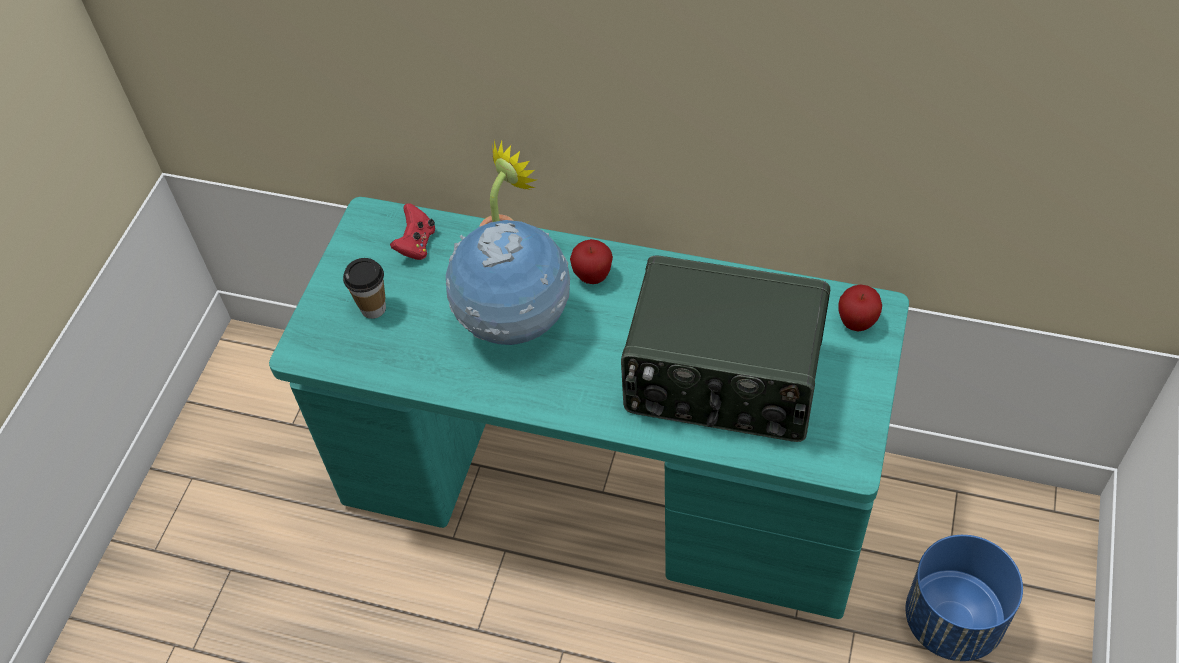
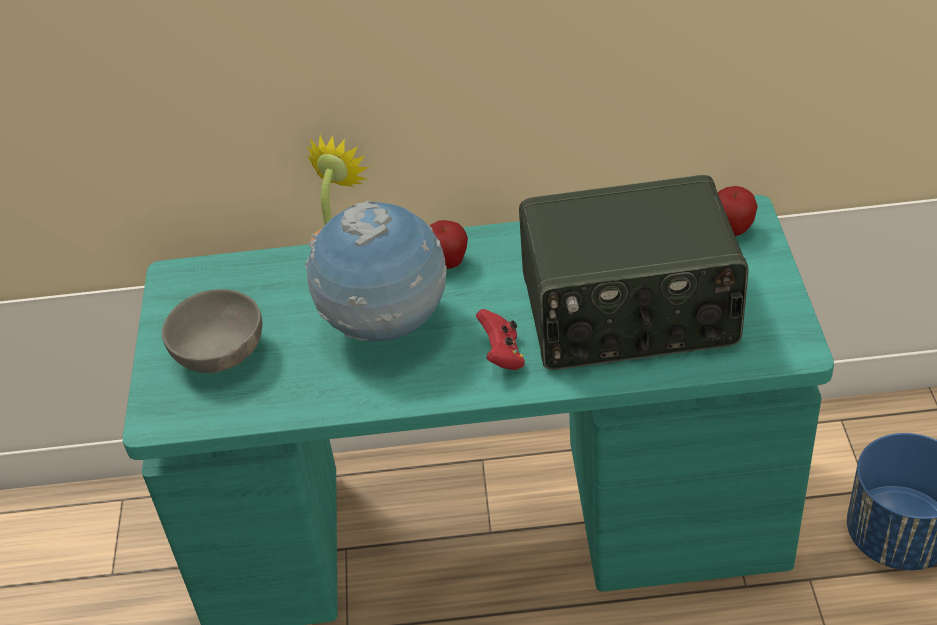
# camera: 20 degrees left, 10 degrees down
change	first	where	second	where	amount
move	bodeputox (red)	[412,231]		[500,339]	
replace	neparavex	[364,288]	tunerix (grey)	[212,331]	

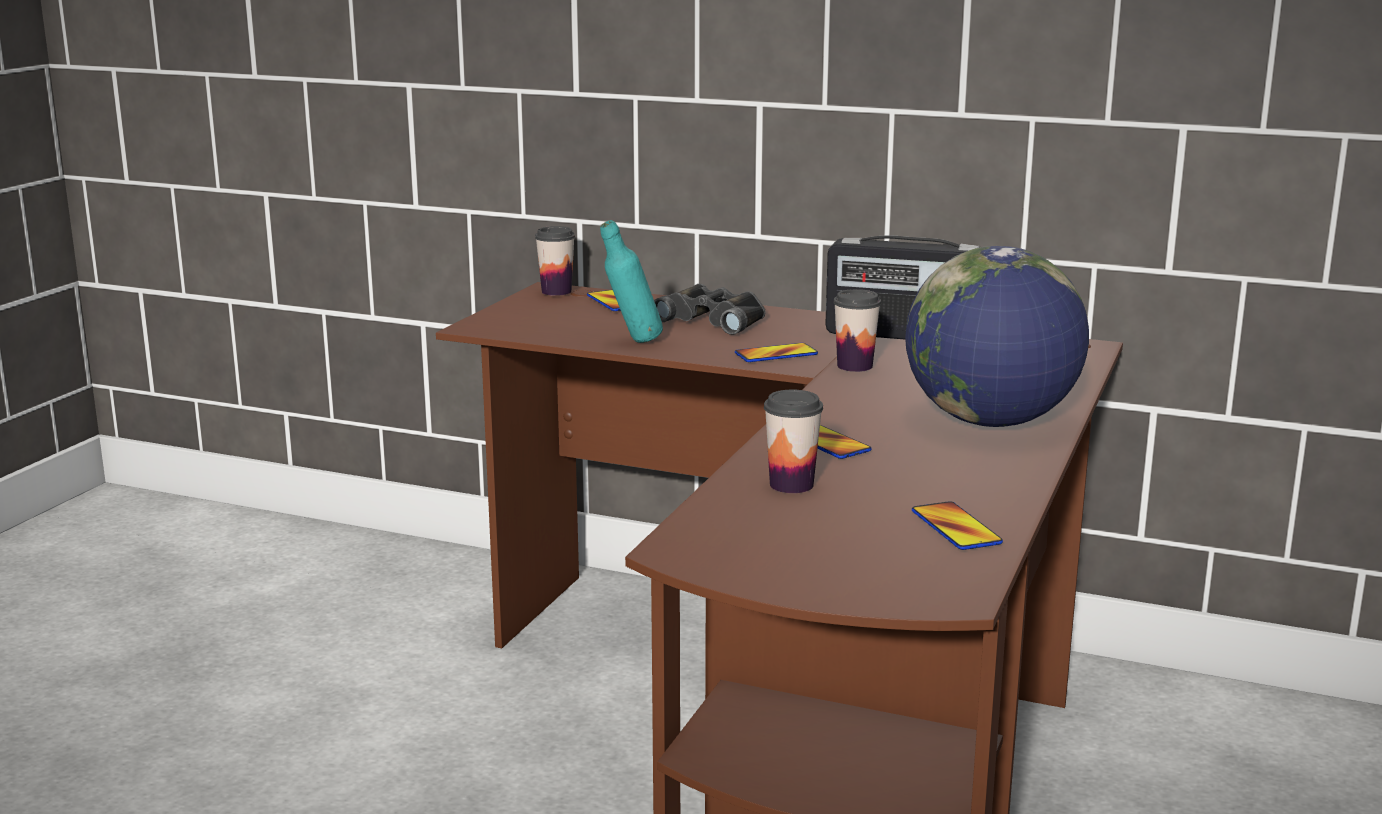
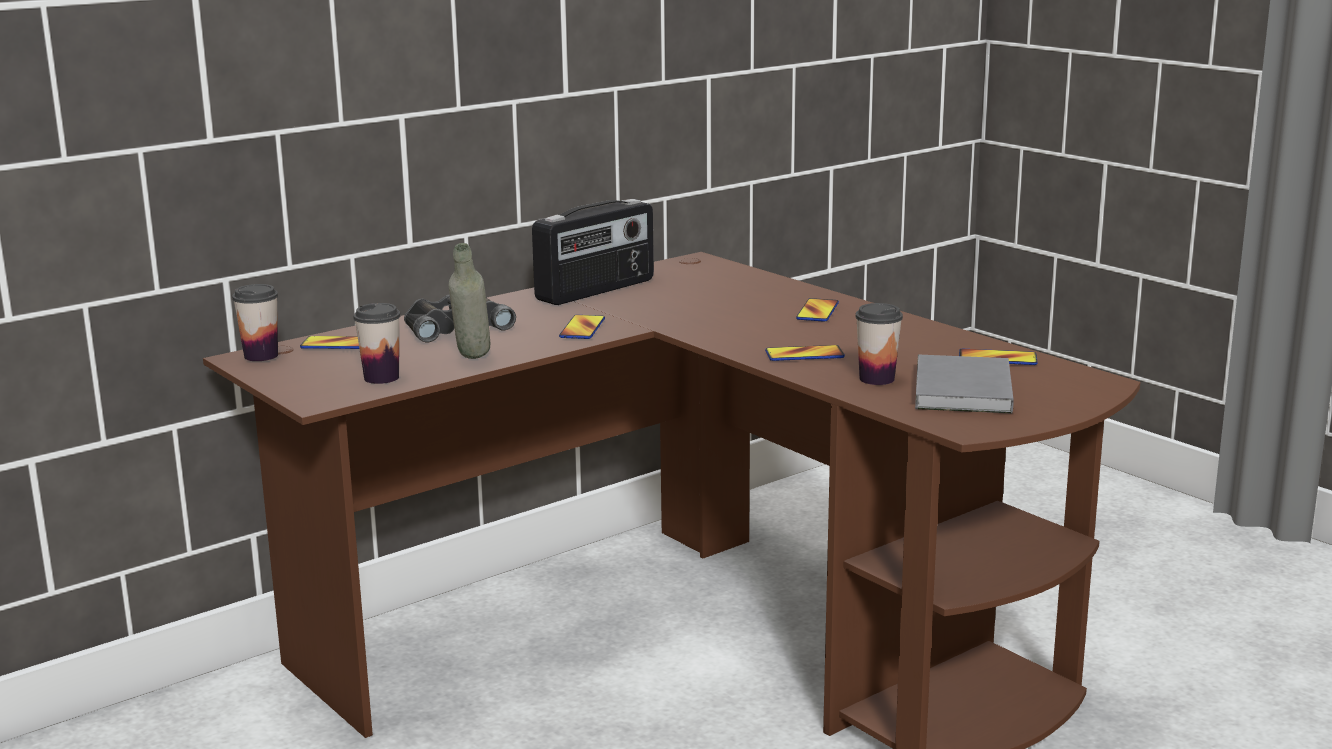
# camera: 60 degrees left, 0 degrees up
change	first	where	second	where	amount
insert			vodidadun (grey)	[964,384]	
move	neparavex	[857,330]		[377,343]	
replace	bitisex	[997,336]	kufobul	[817,310]	
recolor	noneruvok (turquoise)	[631,281]	noneruvok (grey)	[469,301]	

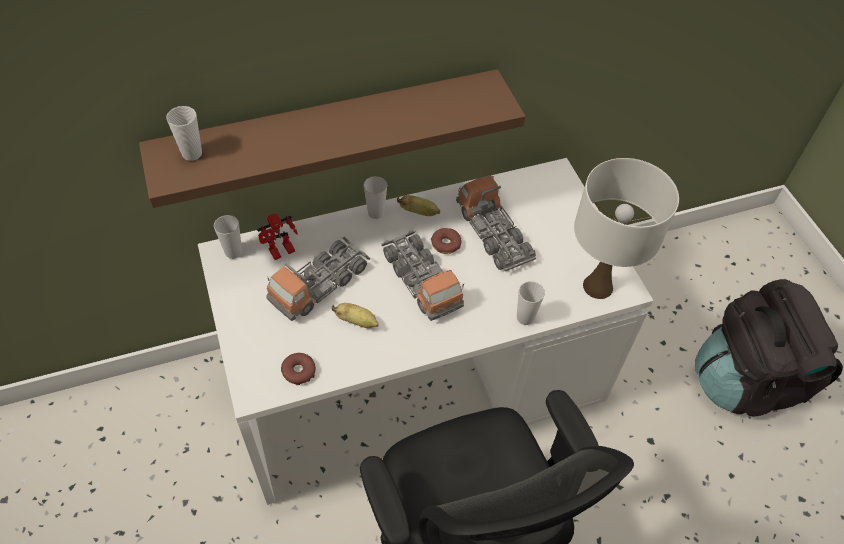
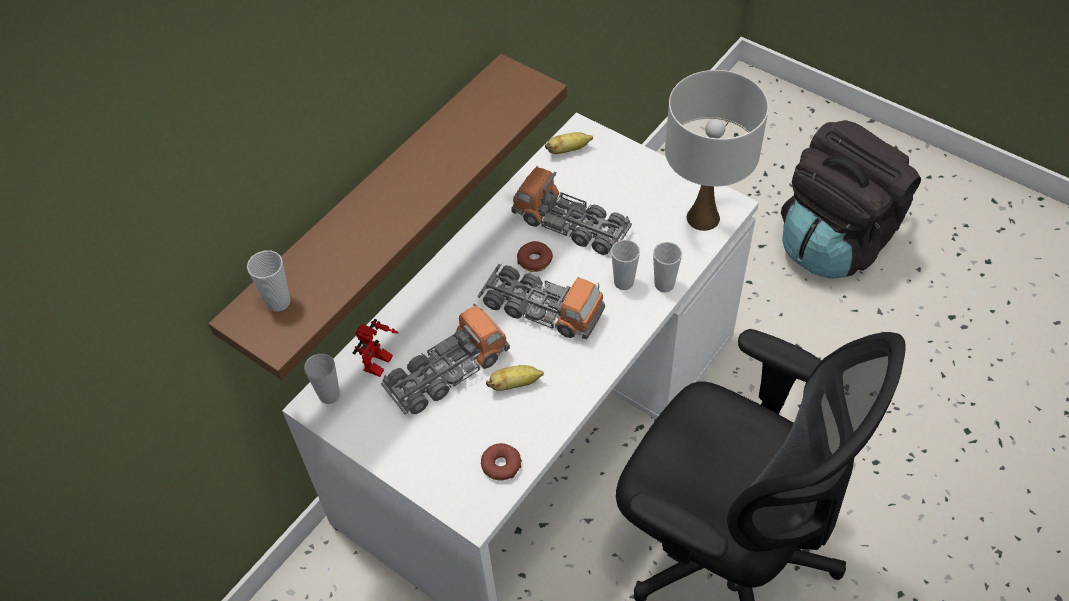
# camera: 30 degrees left, 0 degrees up
change	first	where	second	where	amount
move	neparavex	[375,197]		[625,265]	
move	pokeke	[418,205]		[569,143]	
rotate	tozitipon	[318,279]		[445,359]	135 degrees counterclockwise

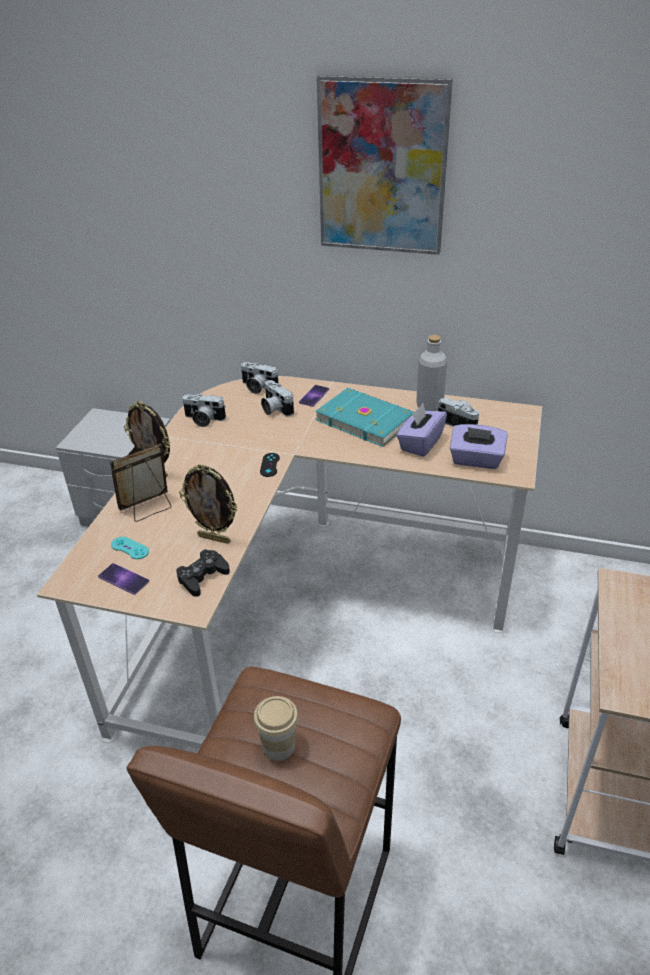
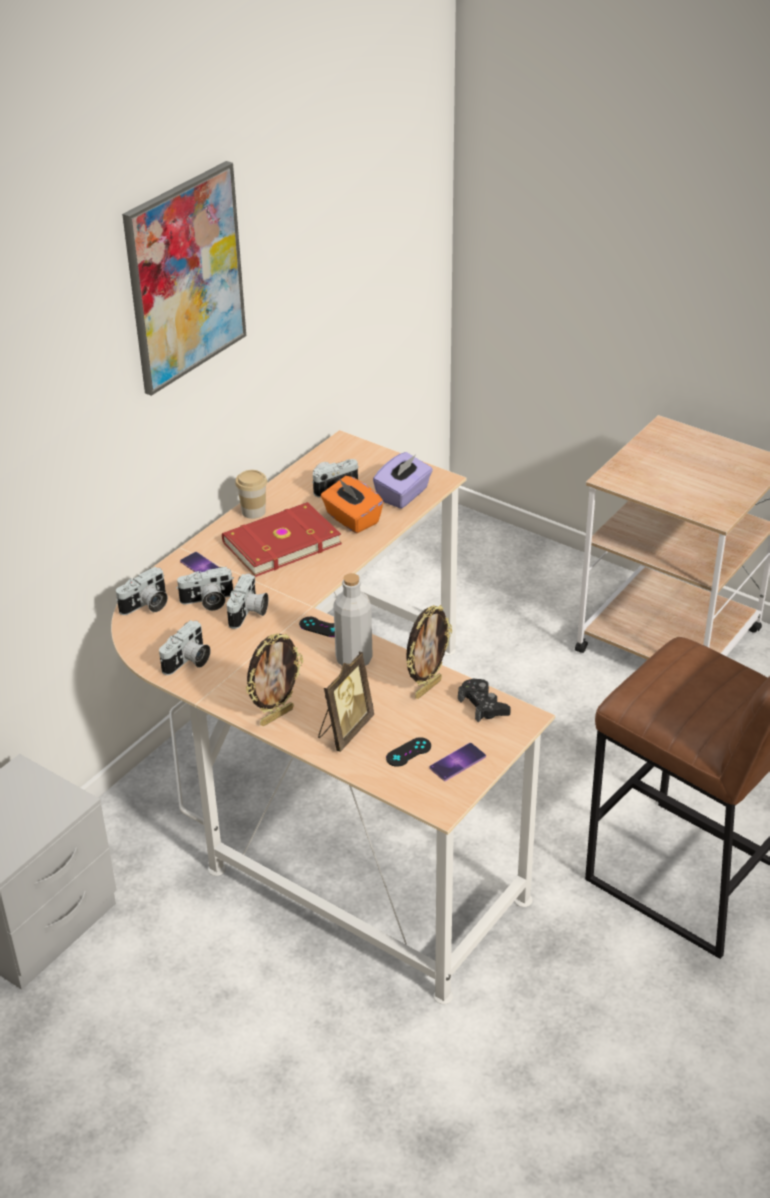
# camera: 70 degrees left, 0 degrees up
change	first	where	second	where	amount
insert			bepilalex	[247,601]	
move	neparavex	[275,728]		[251,494]	
move	noneruvok (grey)	[431,373]		[353,619]	
recolor	bodeputox (turquoise)	[130,548]	bodeputox (black)	[408,752]	
recolor	vodidadun (turquoise)	[364,417]	vodidadun (red)	[282,539]	
recolor	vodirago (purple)	[422,430]	vodirago (orange)	[352,504]	
rotate	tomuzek	[141,483]		[346,702]	135 degrees counterclockwise

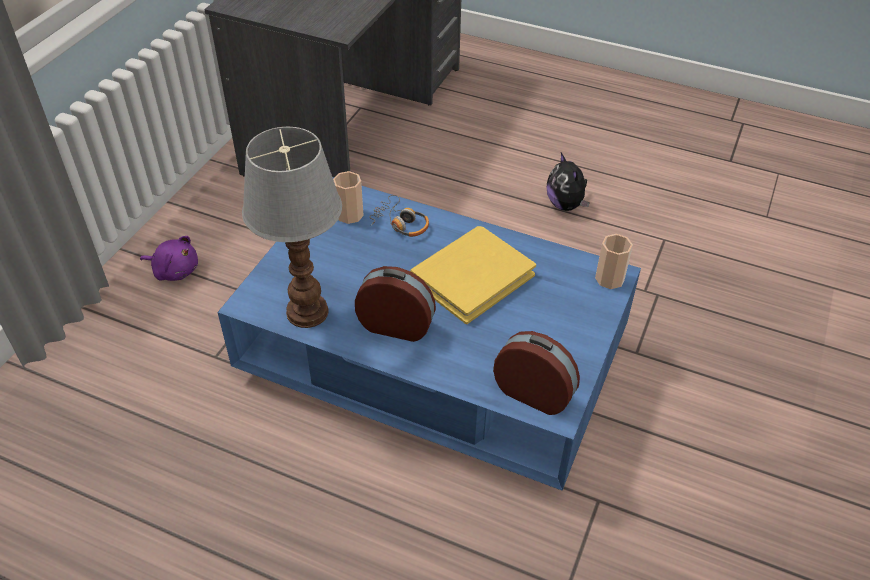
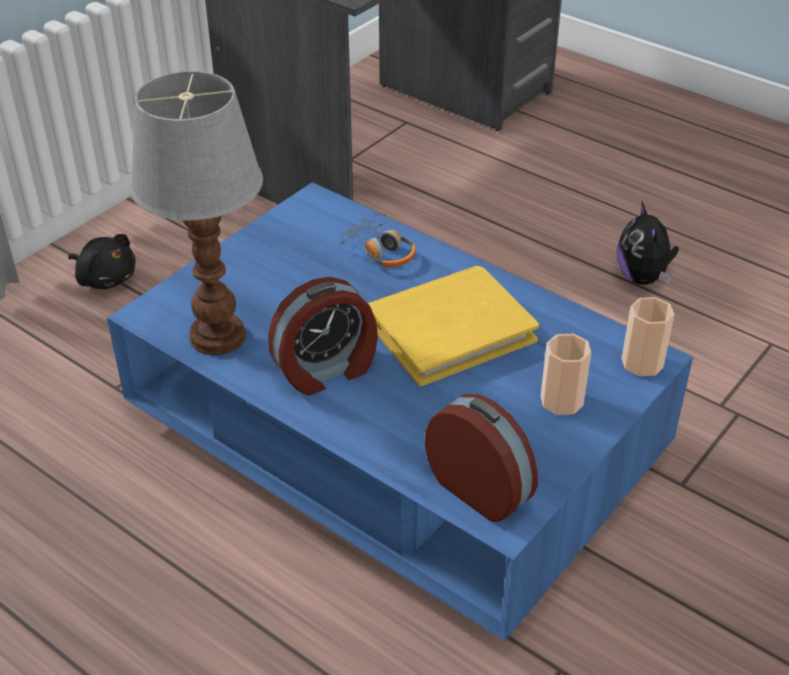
# camera: 15 degrees right, 5 degrees down
change	first	where	second	where	amount
move	neparavex	[348,197]		[566,374]	
recolor	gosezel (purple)	[169,258]	gosezel (black)	[101,261]	
rotate	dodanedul	[395,304]		[323,336]	120 degrees clockwise

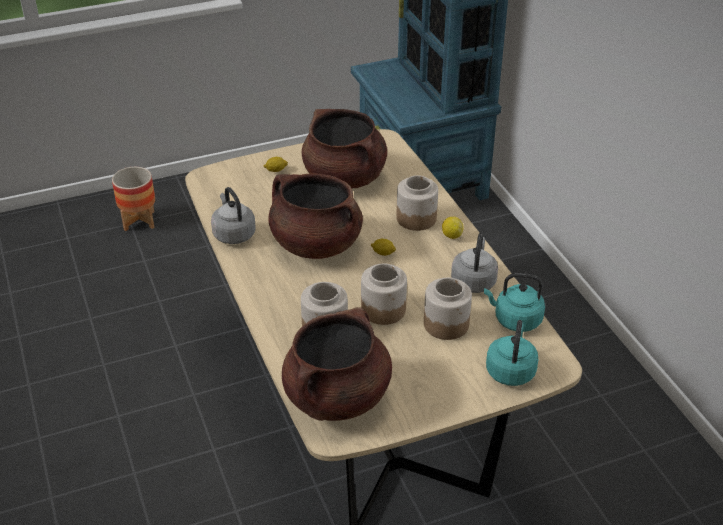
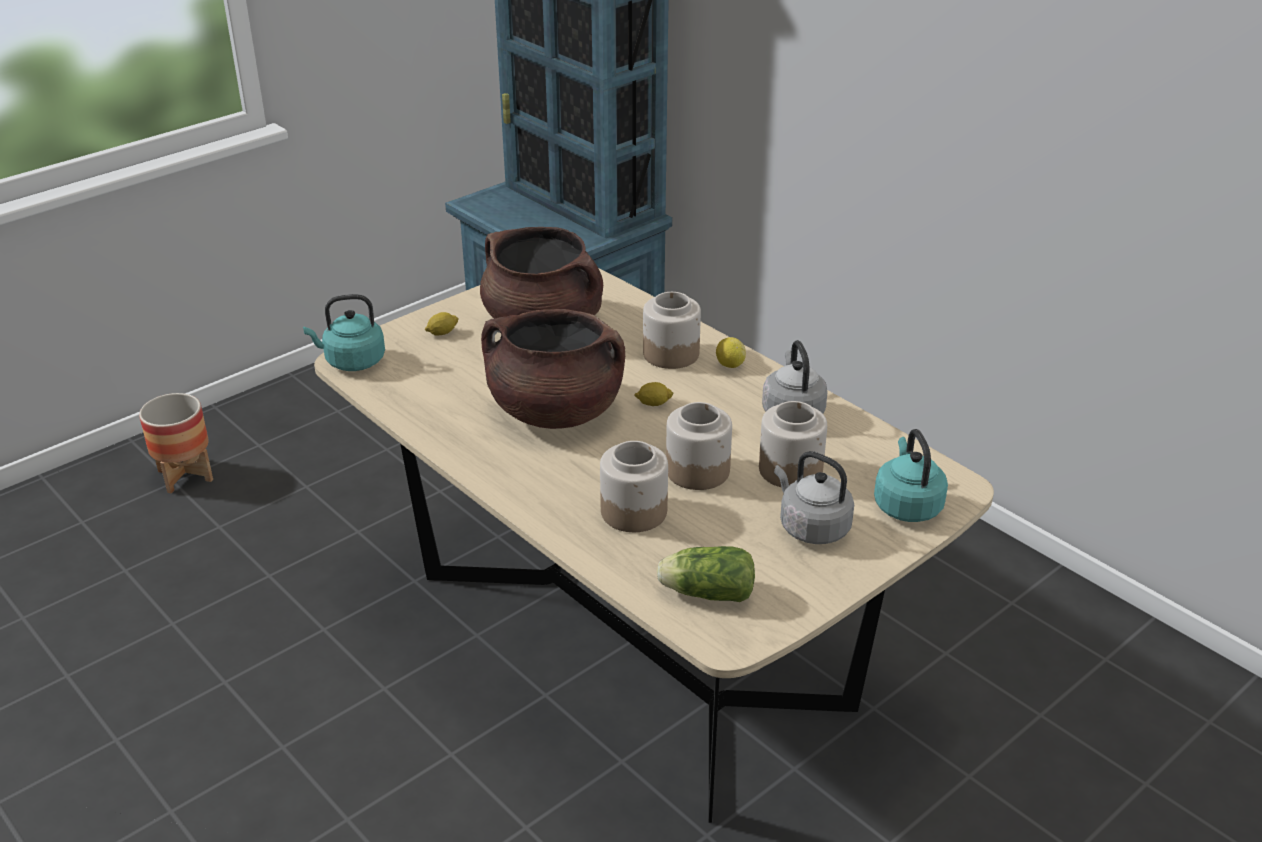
# camera: 20 degrees left, 5 degrees down
change	first	where	second	where	amount
move	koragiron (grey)	[233,215]		[814,497]	
move	koragiron (turquoise)	[514,302]		[344,332]	
replace	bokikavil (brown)	[337,364]	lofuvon	[706,574]	

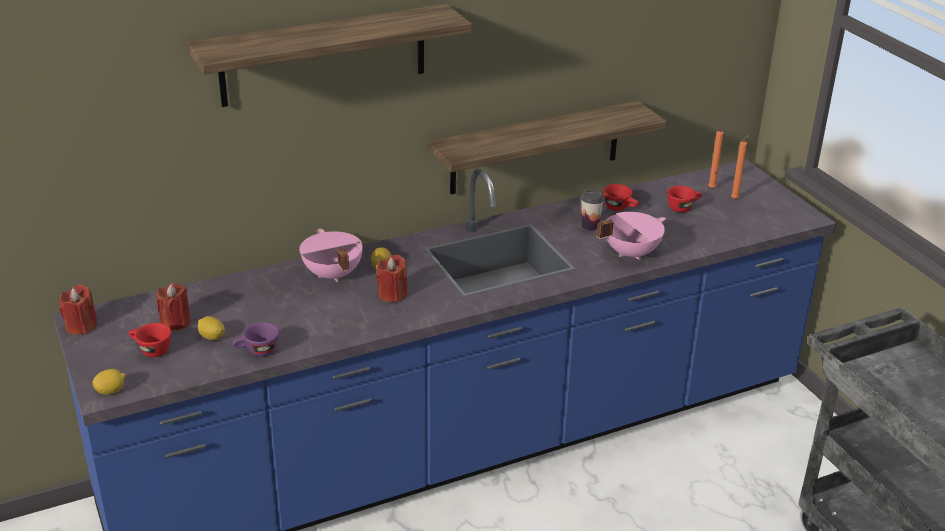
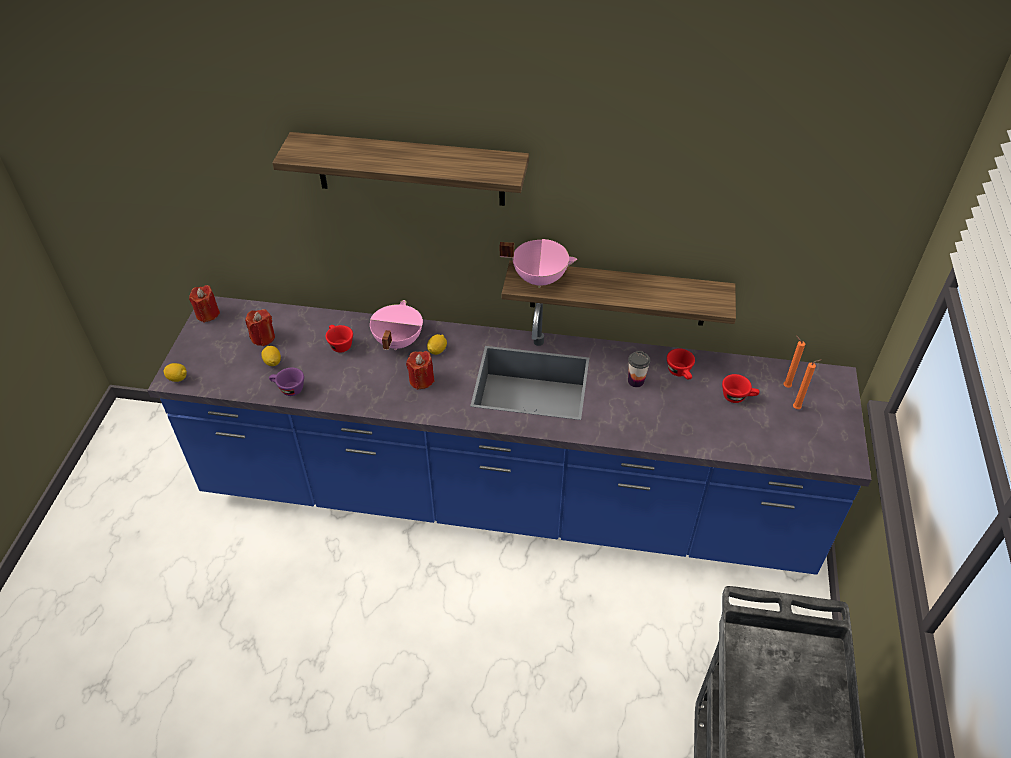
# camera: 35 degrees right, 15 degrees up
change	first	where	second	where	amount
move	neparavex (red)	[150,340]		[339,339]	
move	bokikavil (pink)	[631,236]		[538,263]	

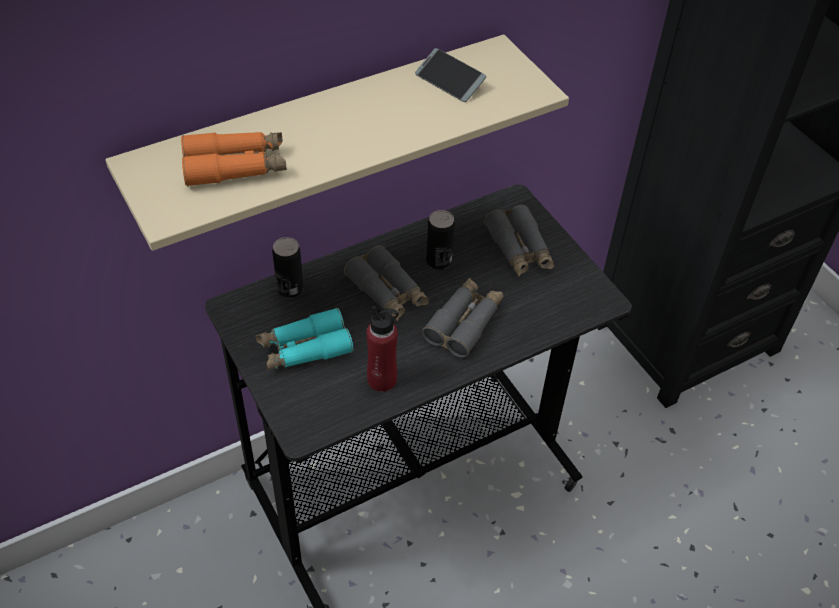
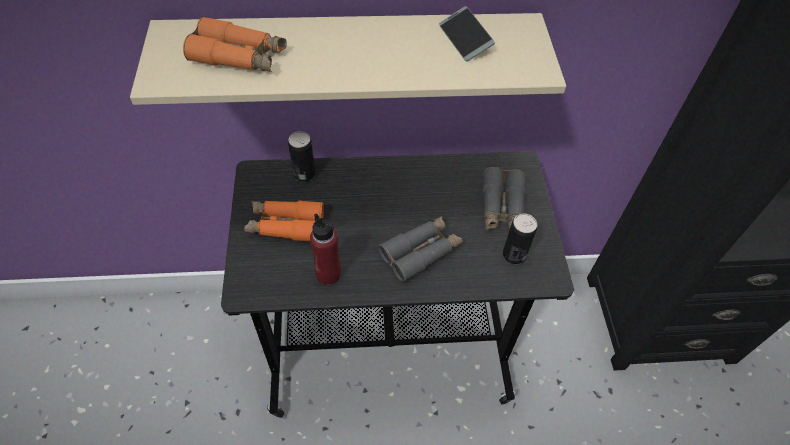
# camera: 25 degrees right, 5 degrees up
change	first	where	second	where	amount
delete	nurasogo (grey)	[386,283]			
move	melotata	[440,240]		[520,238]	
recolor	nurasogo (turquoise)	[304,339]	nurasogo (orange)	[284,220]	

